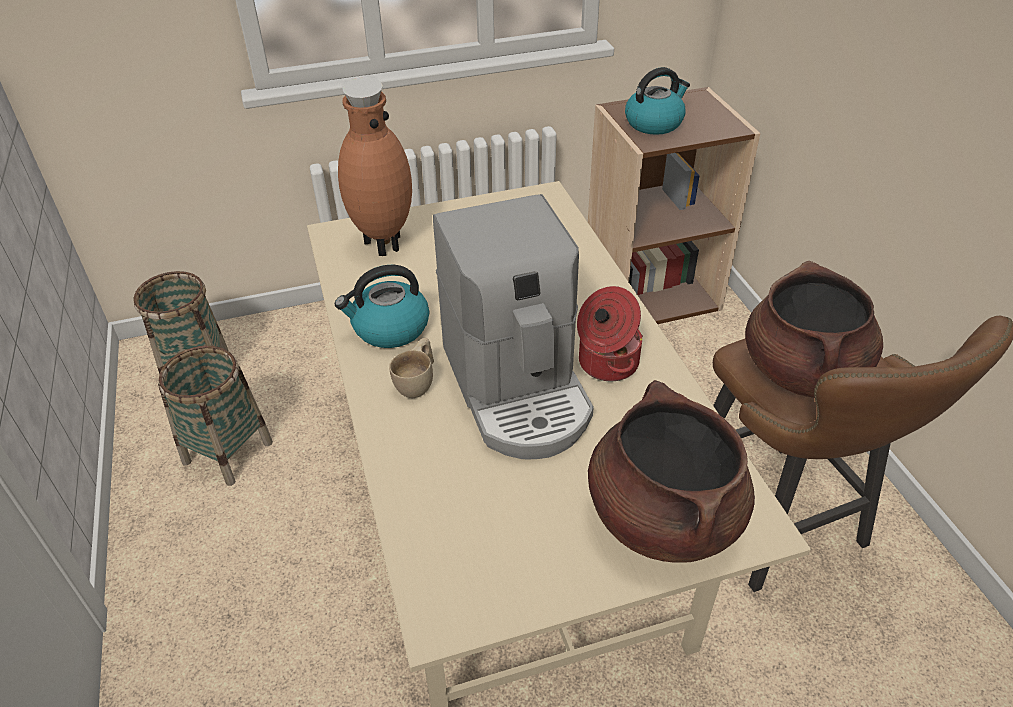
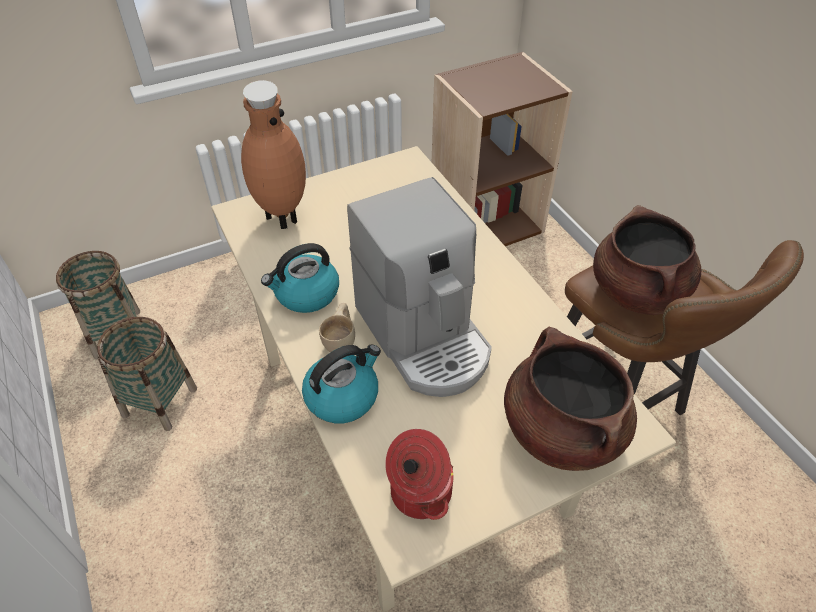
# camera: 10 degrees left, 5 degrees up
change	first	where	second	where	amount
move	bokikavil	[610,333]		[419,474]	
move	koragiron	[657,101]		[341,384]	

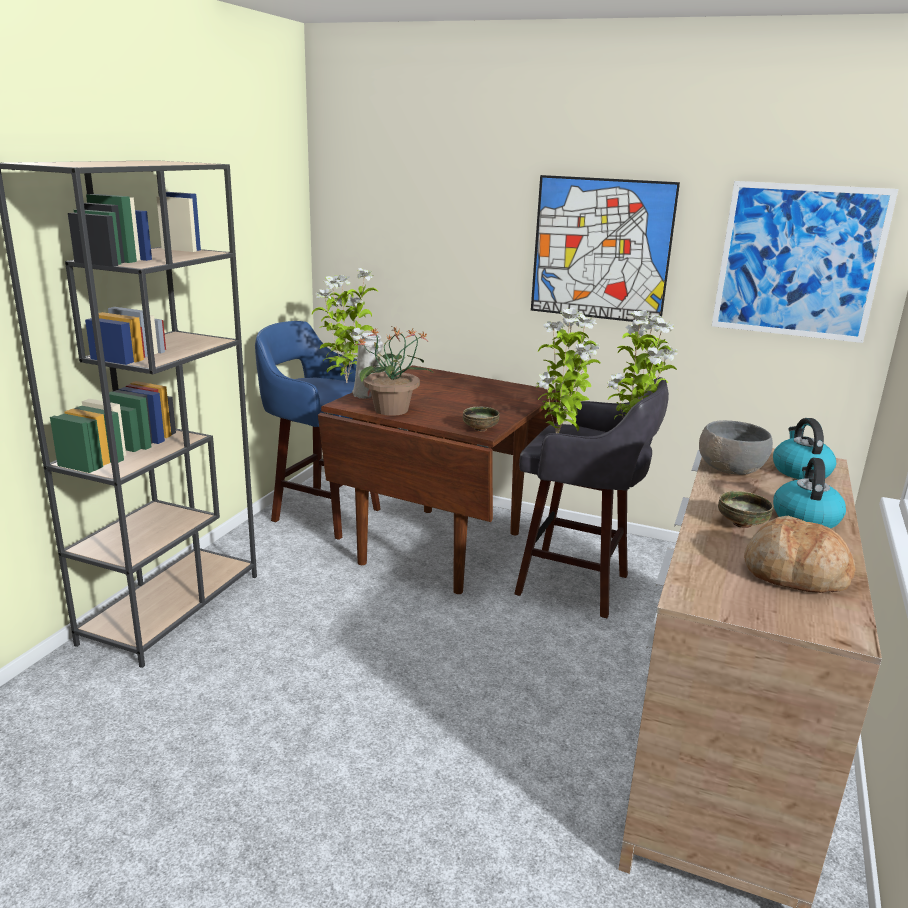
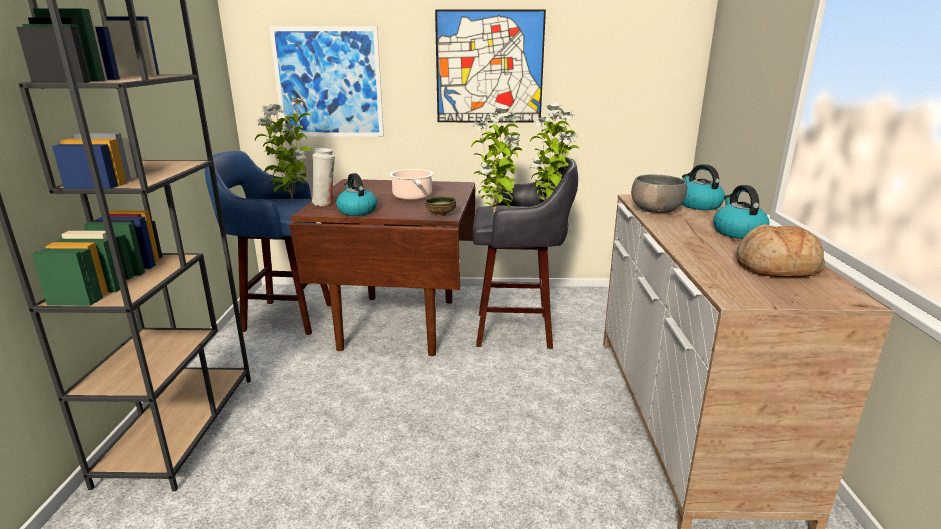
# camera: 20 degrees left, 0 degrees up
change	first	where	second	where	amount
delete	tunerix	[745,509]			
insert			bokikavil	[411,184]	
move	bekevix	[805,262]		[326,82]	
replace	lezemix	[395,371]	koragiron	[356,194]	

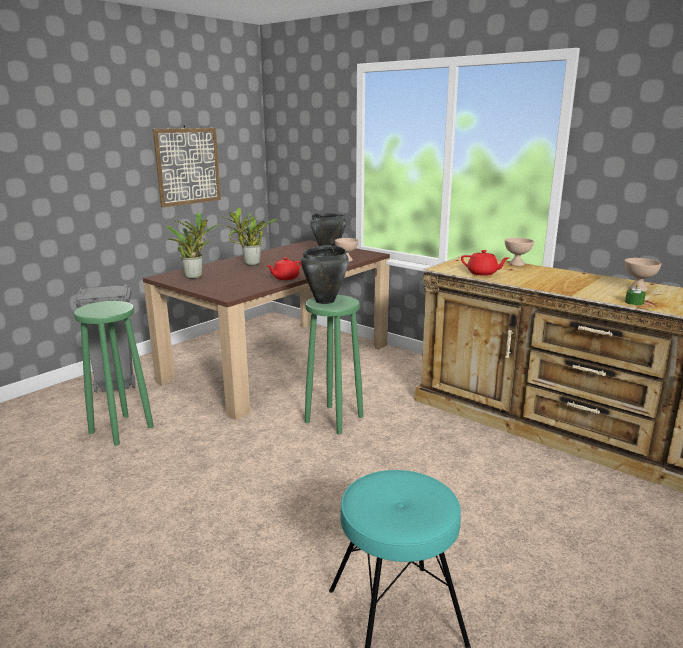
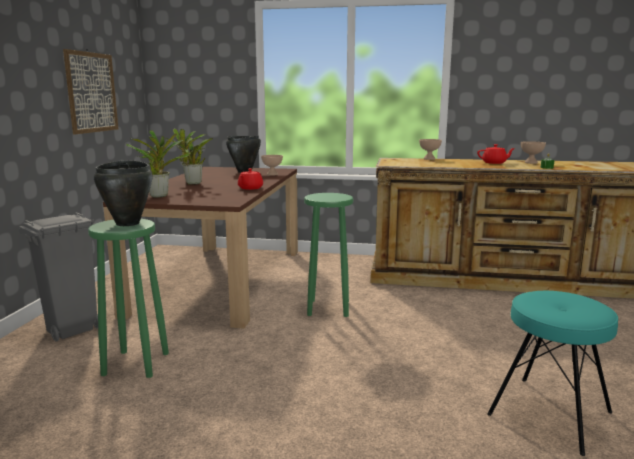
# camera: 30 degrees left, 5 degrees down
change	first	where	second	where	amount
move	bokikavil (black)	[325,274]		[123,193]	
move	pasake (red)	[485,263]		[496,154]	

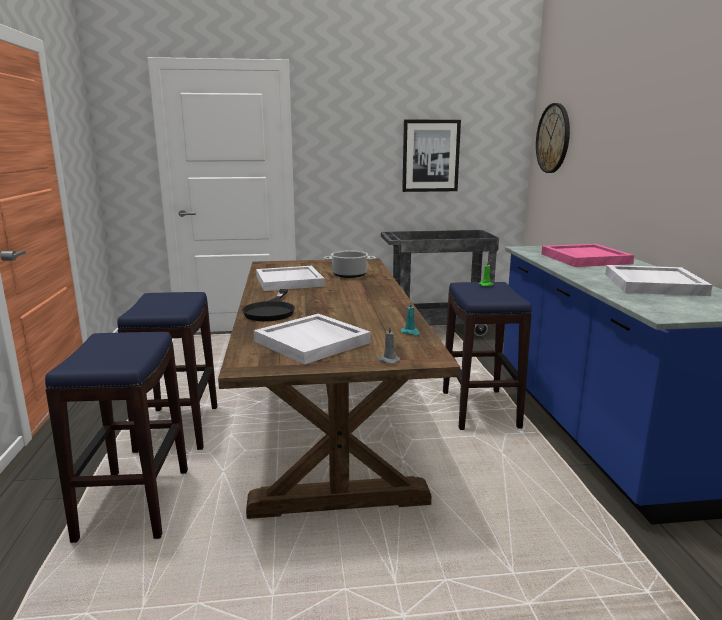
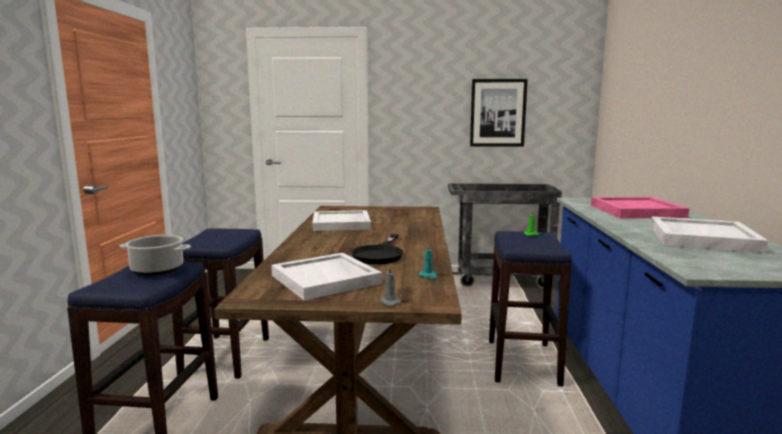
# camera: 10 degrees right, 5 degrees down
change	first	where	second	where	amount
delete	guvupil	[553,138]			
move	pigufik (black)	[268,305]		[377,249]	
move	bokikavil	[349,264]		[155,255]	

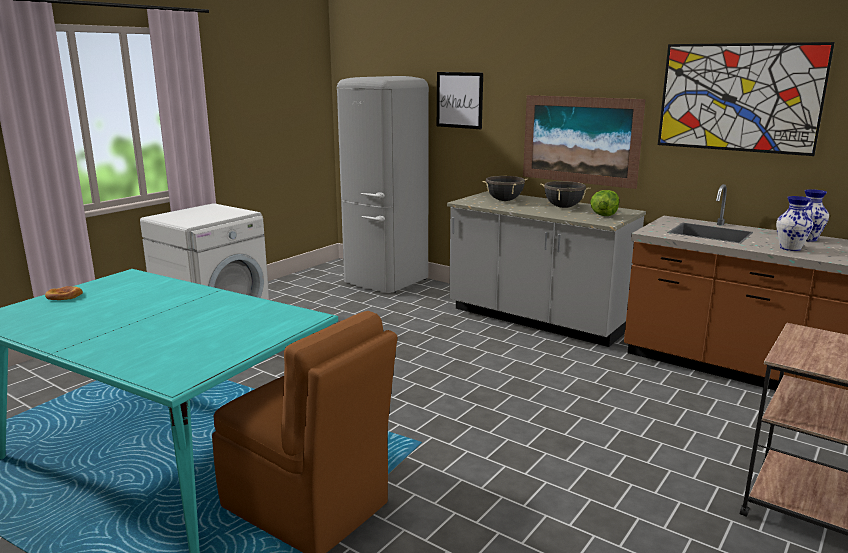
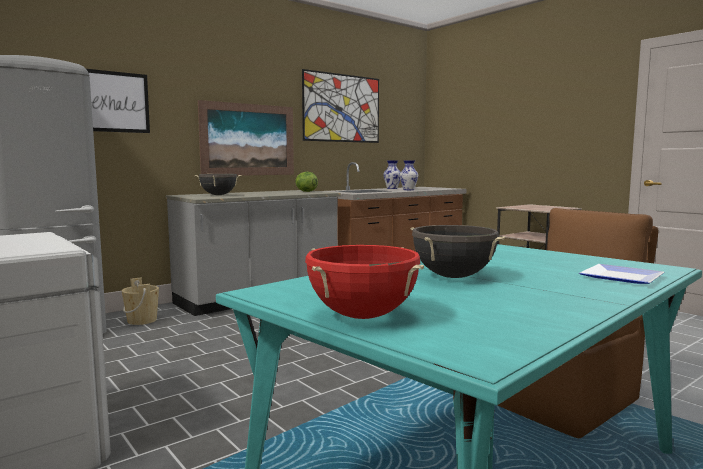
# camera: 75 degrees left, 10 degrees down
change	first	where	second	where	amount
insert			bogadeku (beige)	[140,301]	
insert			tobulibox	[621,274]	
move	bokikavil (black)	[565,194]		[458,251]	
replace	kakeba	[64,293]	bokikavil (red)	[364,282]	

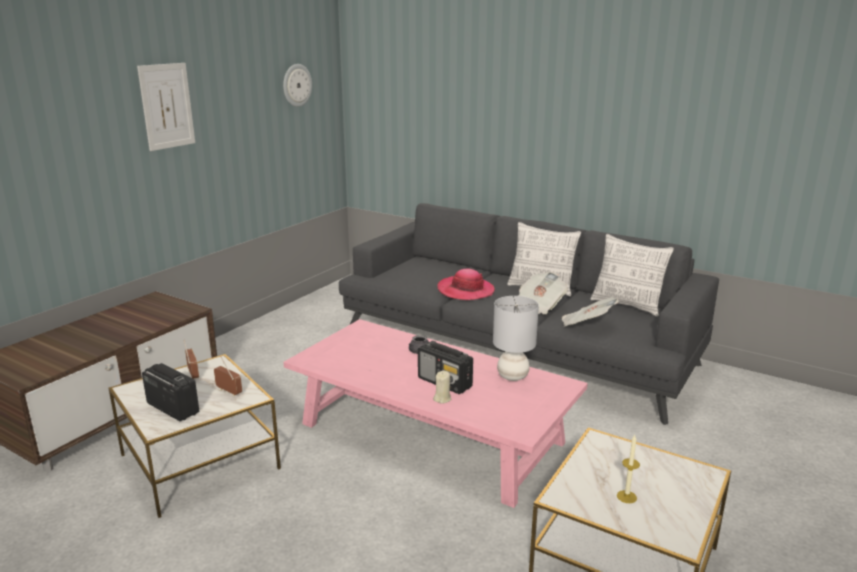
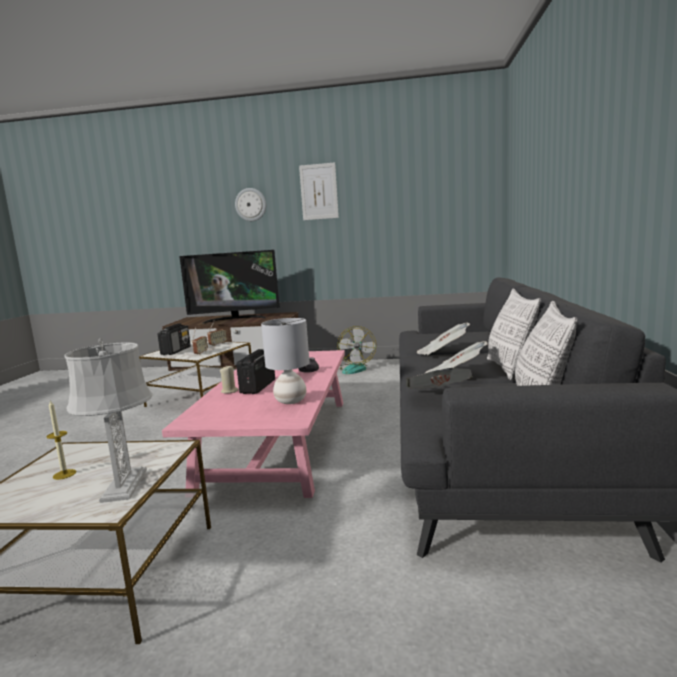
# camera: 65 degrees right, 10 degrees down
change	first	where	second	where	amount
insert			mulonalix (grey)	[108,420]	
insert			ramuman	[229,286]	
insert			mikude	[357,350]	
move	guvupil	[297,85]		[250,204]	
replace	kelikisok	[466,284]	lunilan	[443,339]	

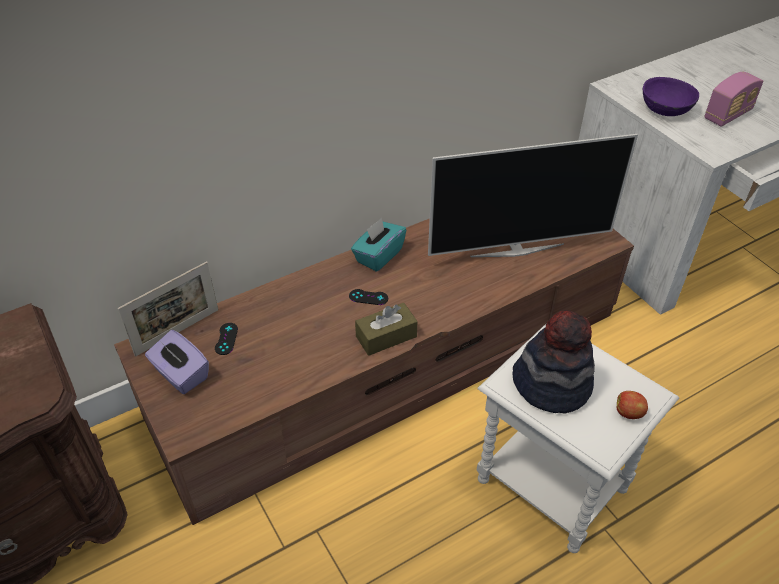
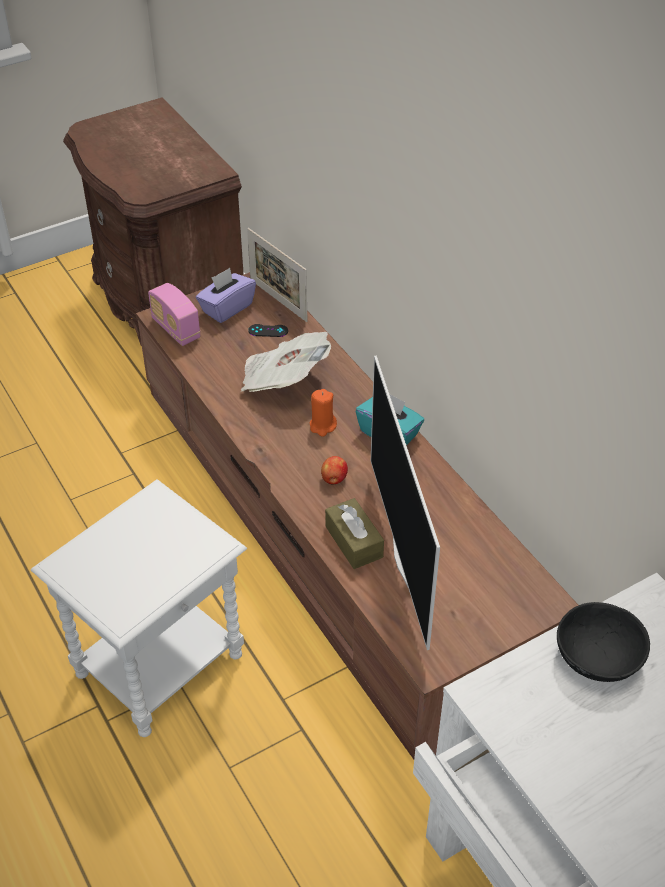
# camera: 90 degrees right, 0 degrees up
change	first	where	second	where	amount
delete	kelikisok	[554,362]			
insert			lunilan	[286,362]	
move	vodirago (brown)	[386,329]		[354,533]	
move	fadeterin	[632,405]		[334,470]	
move	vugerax	[733,99]		[174,314]	
replace	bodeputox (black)	[368,297]	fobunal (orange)	[323,413]	
recolor	tunerix (purple)	[671,96]	tunerix (black)	[603,642]	

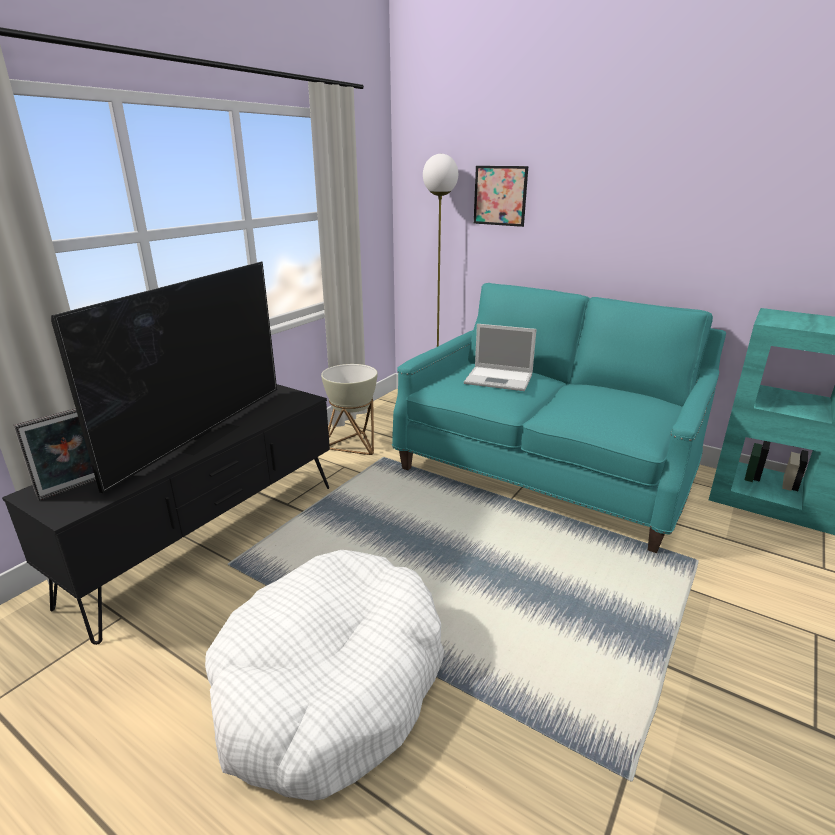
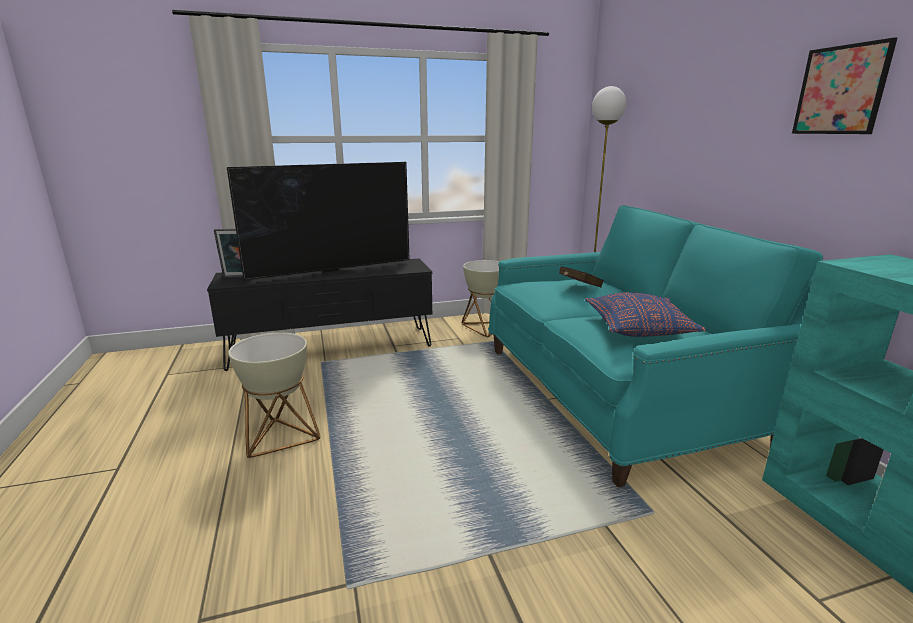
# camera: 40 degrees right, 5 degrees down
change	first	where	second	where	amount
insert			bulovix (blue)	[645,314]	
move	bekevix	[501,196]		[844,85]	
replace	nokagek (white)	[324,675]	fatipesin	[274,395]	
replace	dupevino	[500,357]	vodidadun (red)	[581,277]	

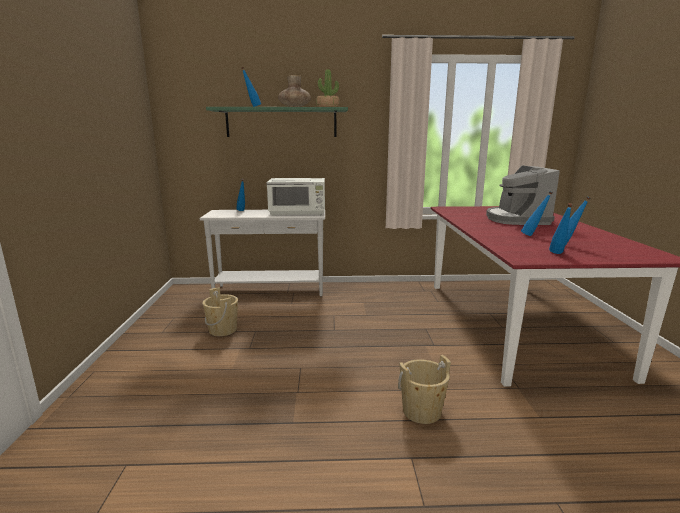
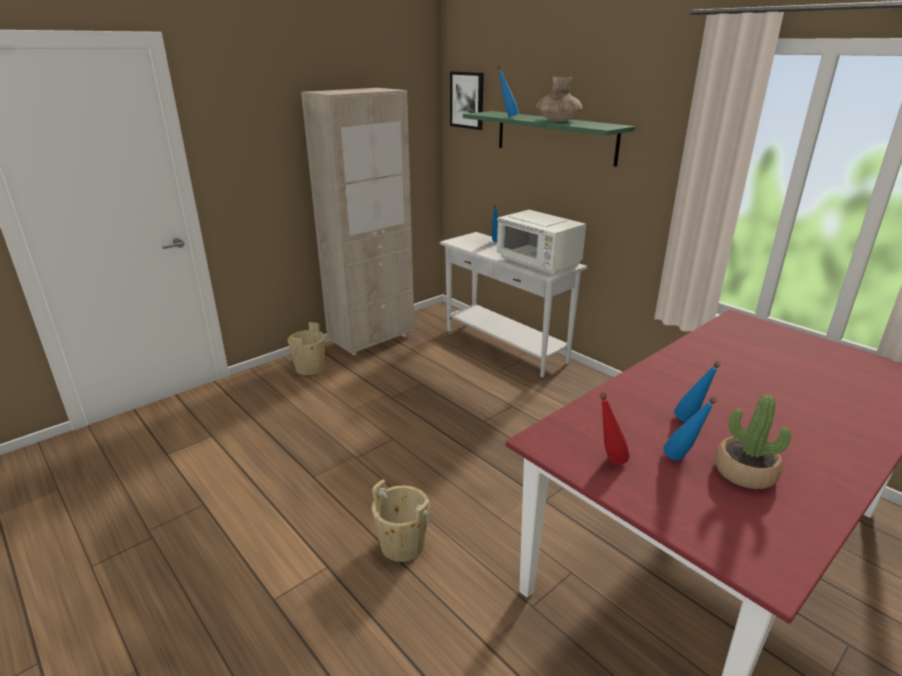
# camera: 50 degrees right, 10 degrees up
change	first	where	second	where	amount
delete	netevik	[523,195]			
insert			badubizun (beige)	[358,221]	
insert			bekevix	[467,100]	
move	bogadeku (beige)	[220,311]		[306,348]	
move	lezemix	[328,88]		[753,442]	
recolor	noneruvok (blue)	[561,228]	noneruvok (red)	[614,428]	

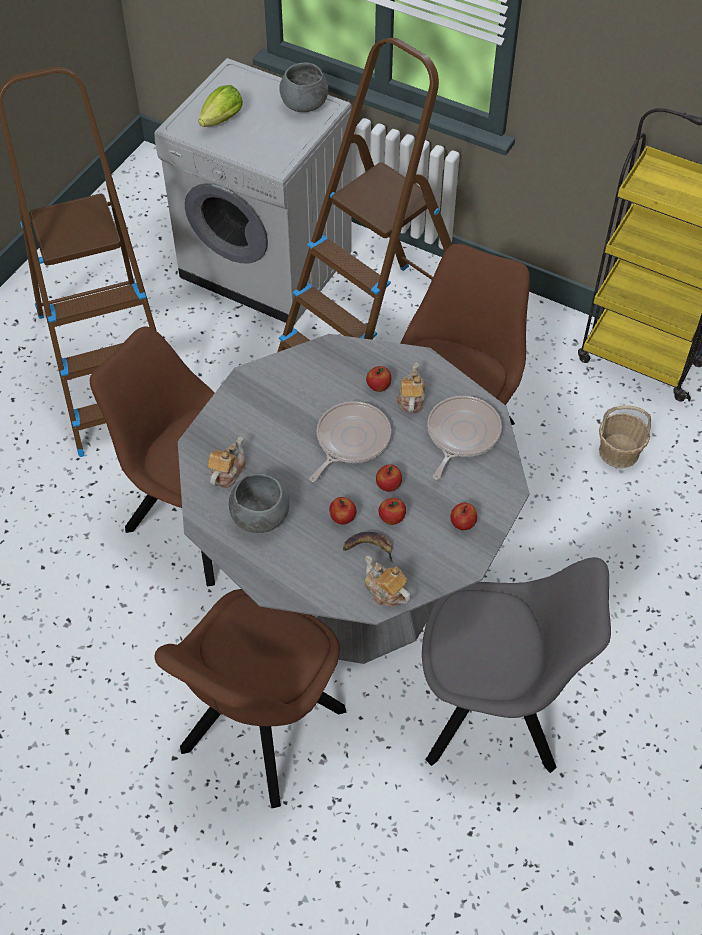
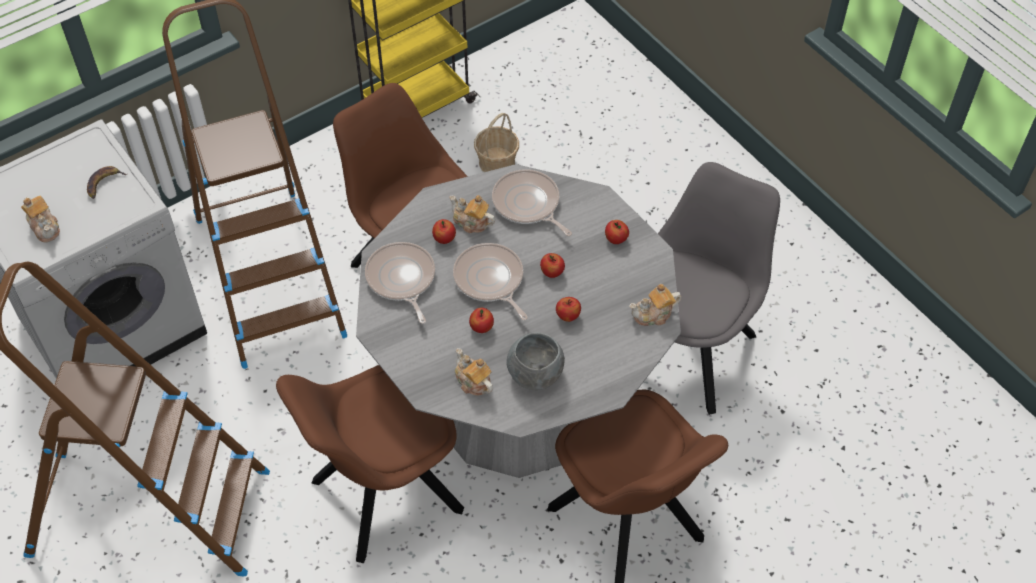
# camera: 65 degrees left, 0 degrees up
change	first	where	second	where	amount
delete	tunerix (grey)	[303,87]			
insert			pigufik	[400,283]	
move	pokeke	[367,547]		[107,182]	
move	fadeterin	[392,511]		[481,320]	
replace	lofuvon	[220,106]	pasake	[40,219]	

